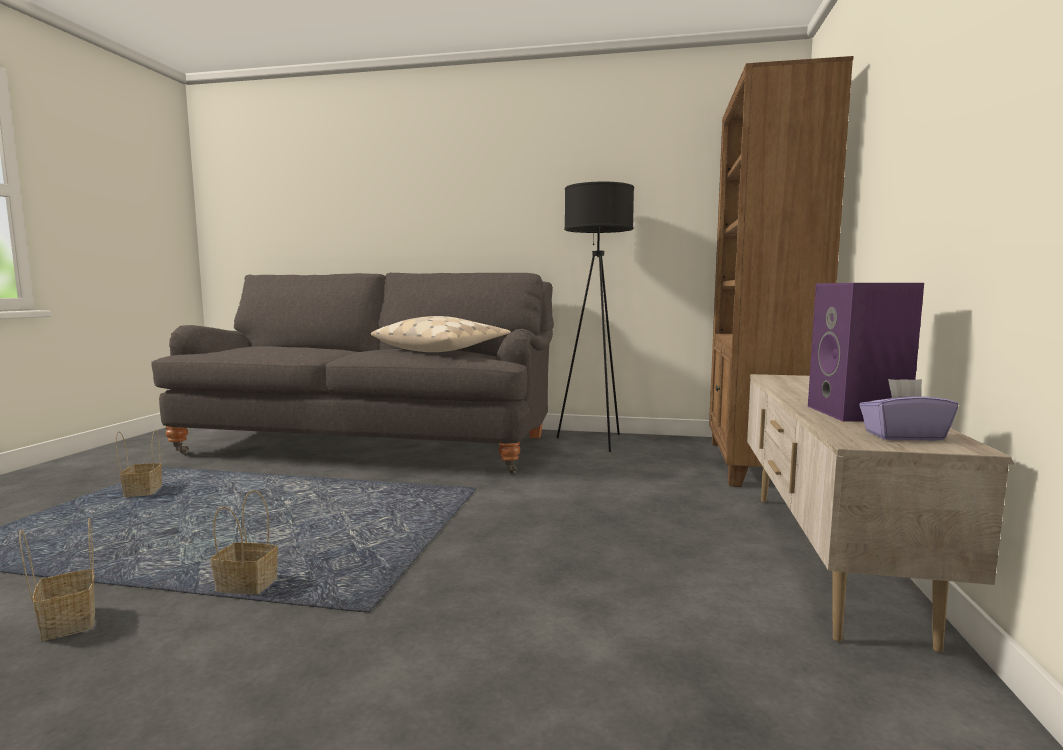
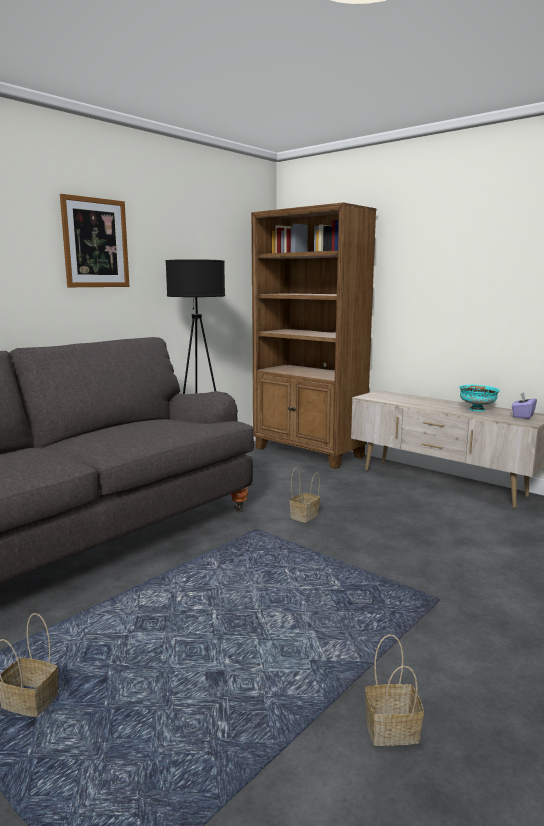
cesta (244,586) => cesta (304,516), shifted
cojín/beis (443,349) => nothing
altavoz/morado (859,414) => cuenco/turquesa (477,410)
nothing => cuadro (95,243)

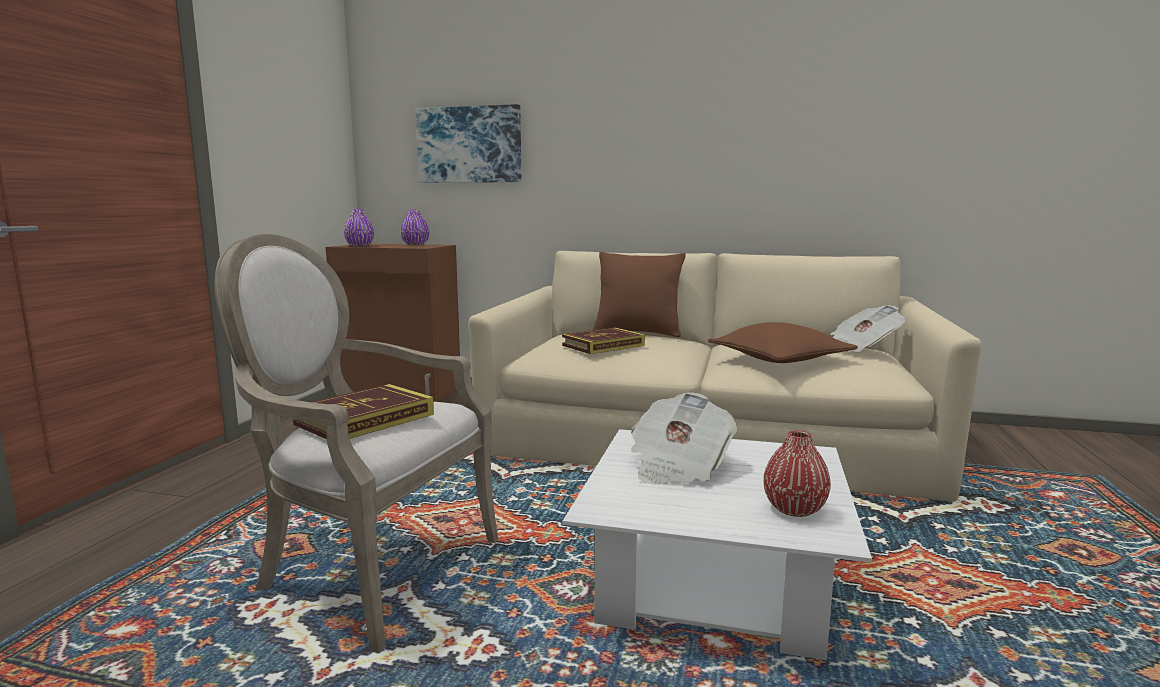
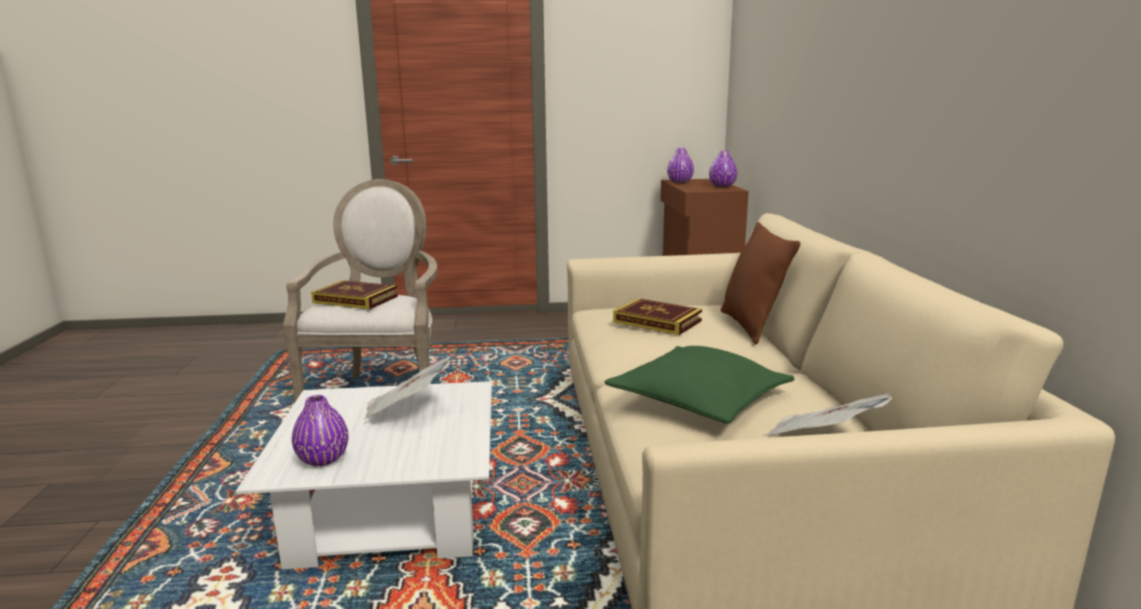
cuadro (470,145) => nothing
cojín/marrón (779,360) => cojín/verde (698,400)
florero/rojo (794,509) => florero/morado (323,459)

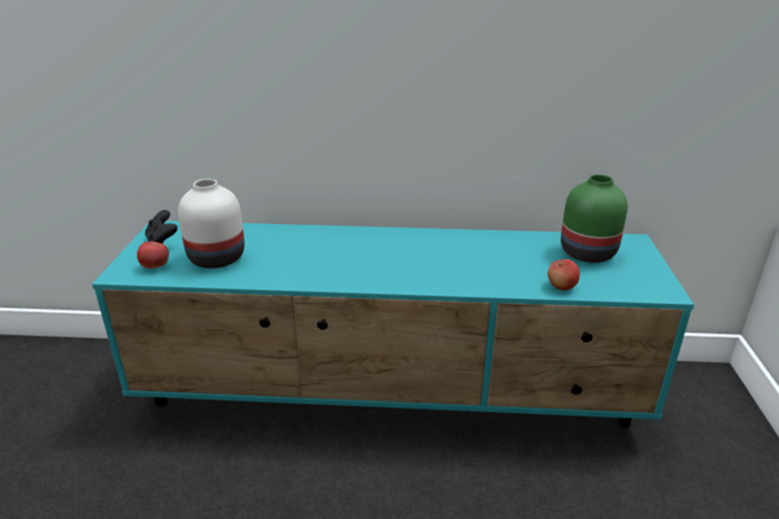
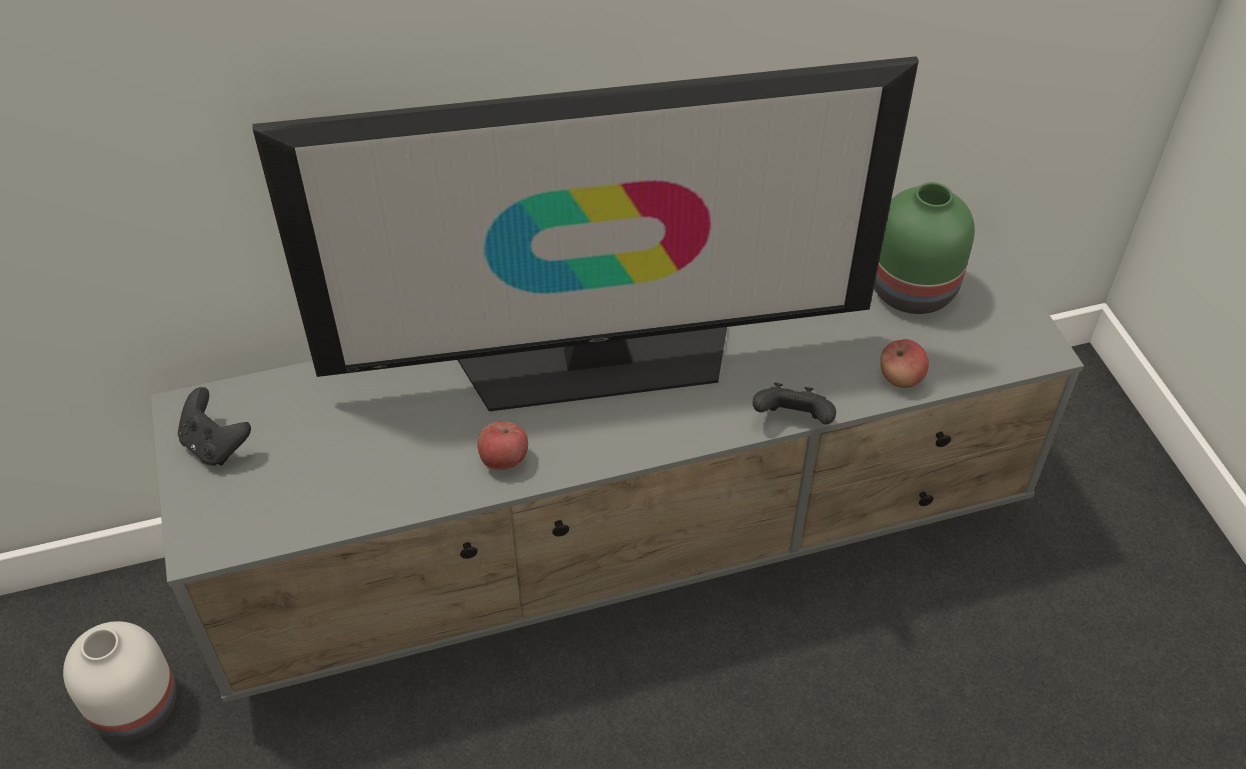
mueble de televisión/turquesa (392,394) => mueble de televisión/gris (627,547)
manzana (155,267) => manzana (504,460), shifted
florero/blanco (218,258) => florero/blanco (138,706), shifted
nothing => televisor (597,360)
nothing => mando de consola/negro (792,420)

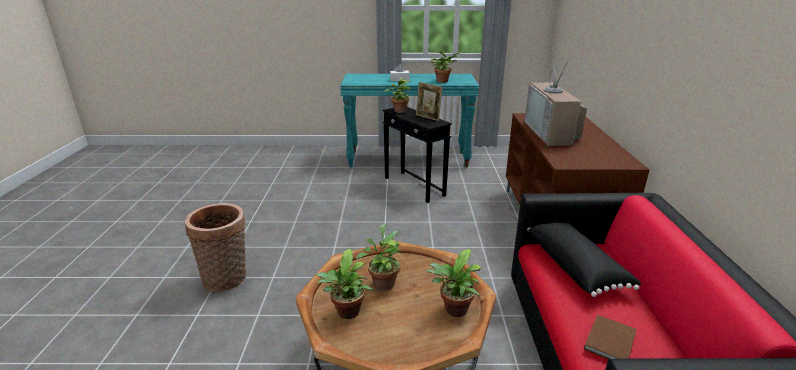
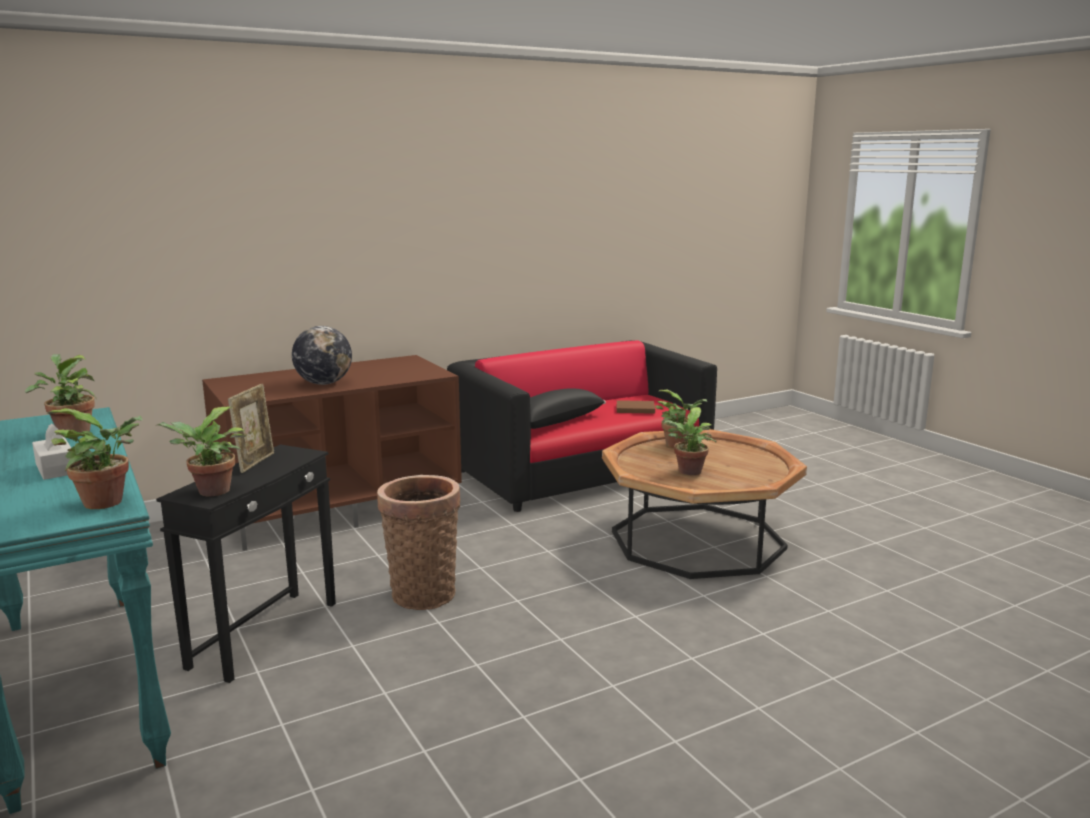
cesta (227,279) => cesta (423,592), shifted
planta en maceta (347,314) => planta en maceta (109,502), shifted
televisor (552,133) => globo terráqueo (323,383)

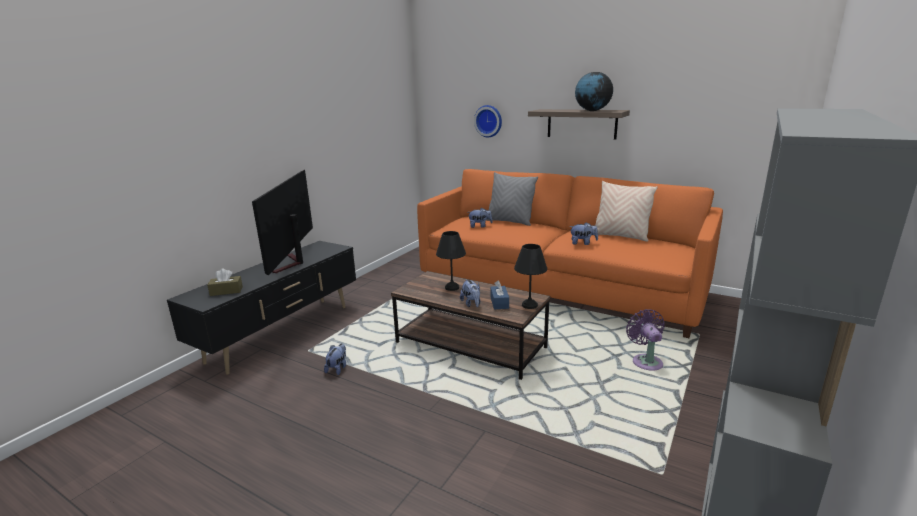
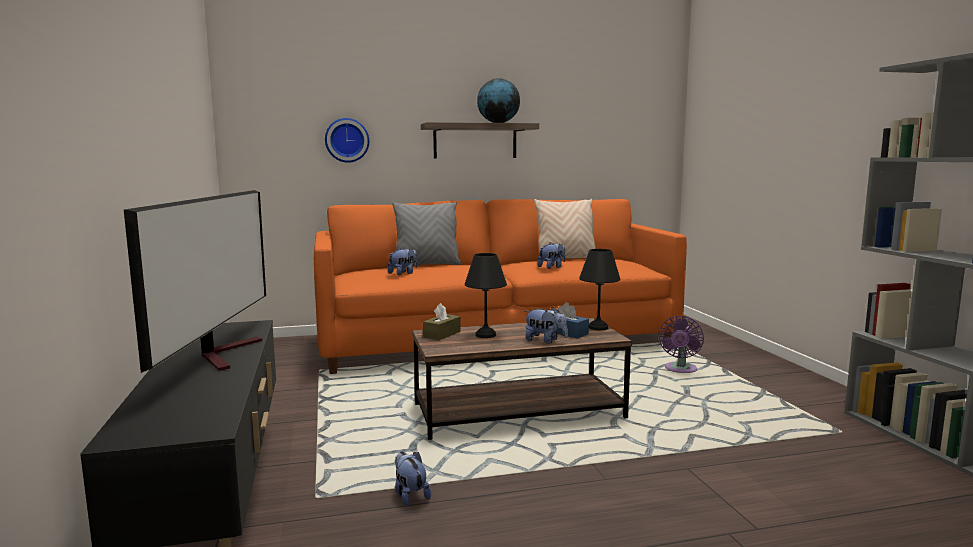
caja de pañuelos/marrón (226,291) => caja de pañuelos/marrón (442,334), shifted
televisor (292,264) => televisor (224,353), 135 degrees counterclockwise
ventilador/morado (646,361) => ventilador/morado (680,370), 105 degrees counterclockwise

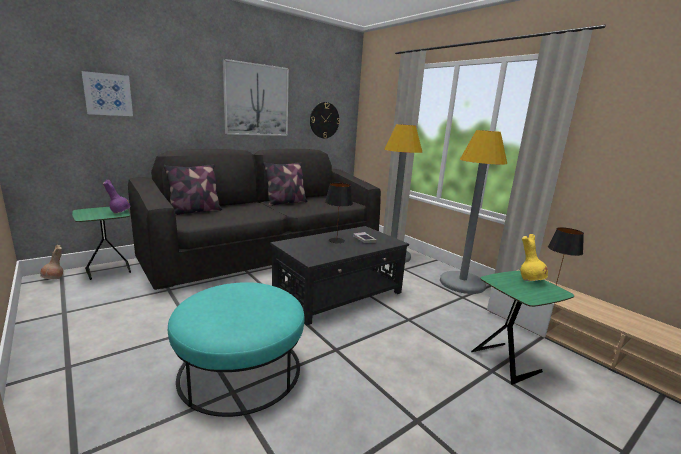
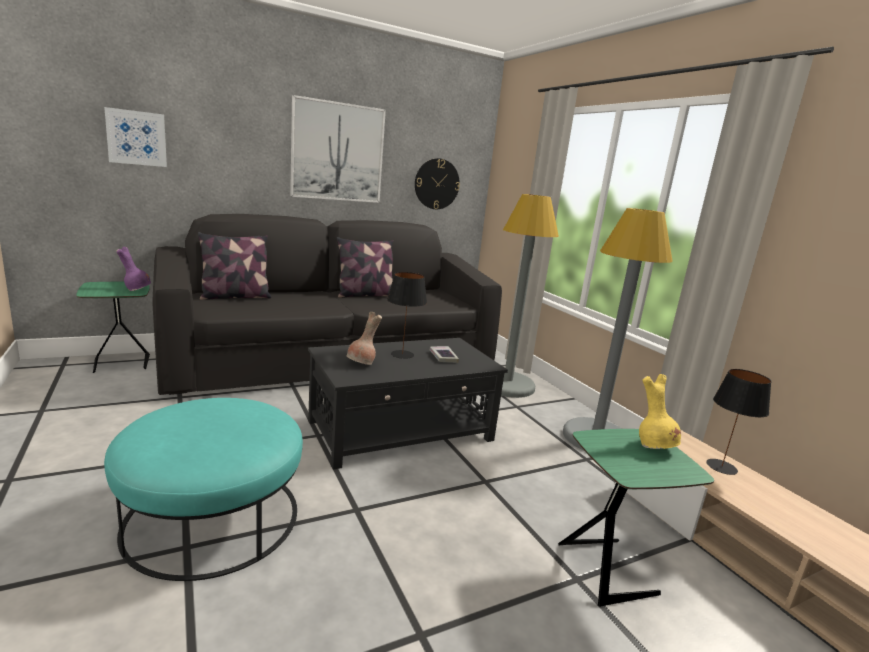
florero/marrón (54,279) => florero/marrón (362,364), shifted

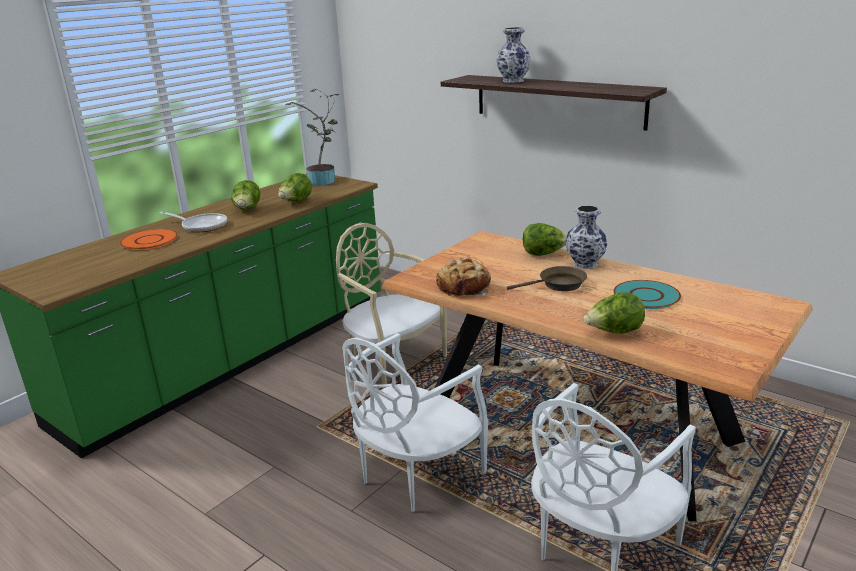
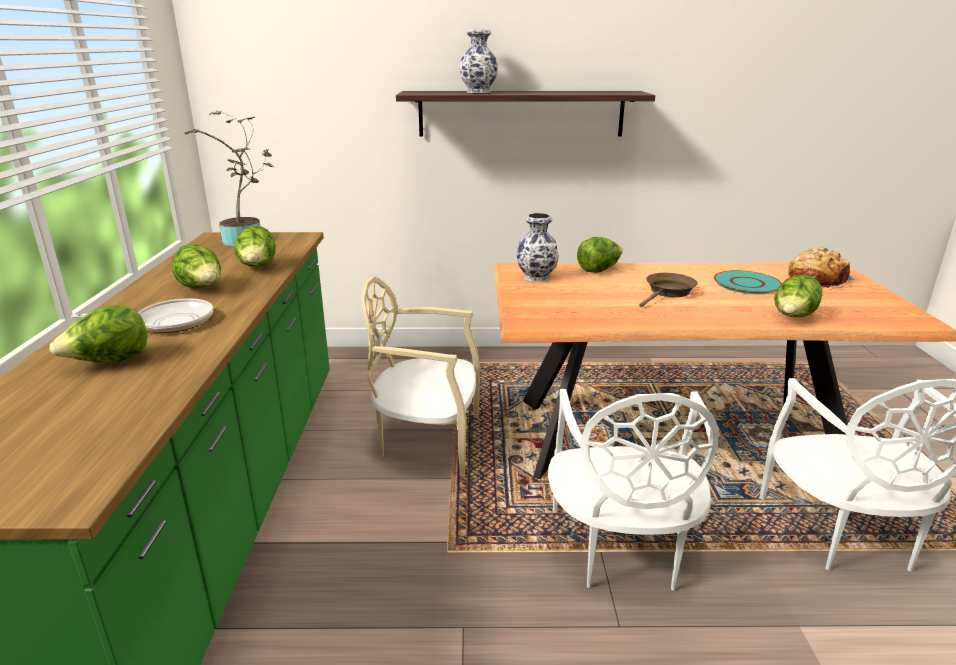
plato/naranja (149,241) => lechuga (110,362)
pan (464,287) => pan (816,279), shifted
florero (584,263) => florero (535,277), shifted

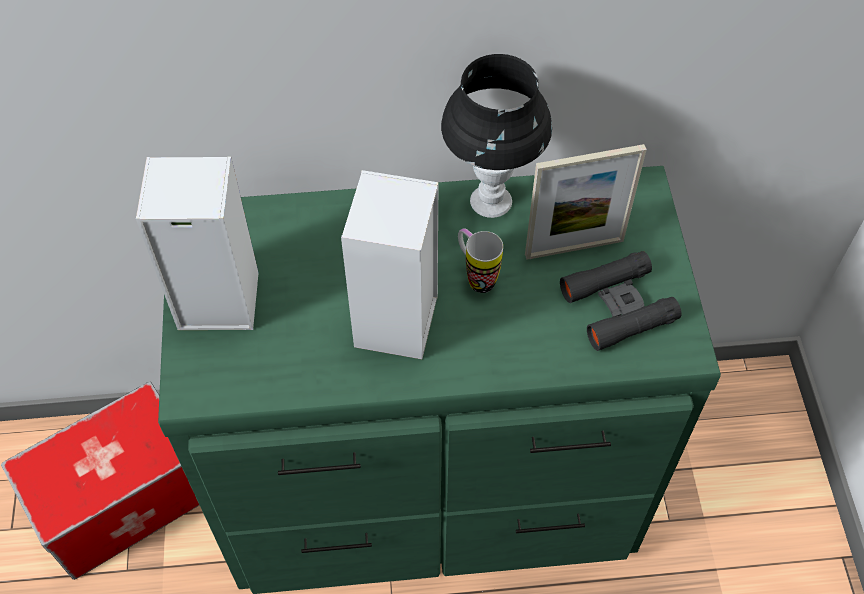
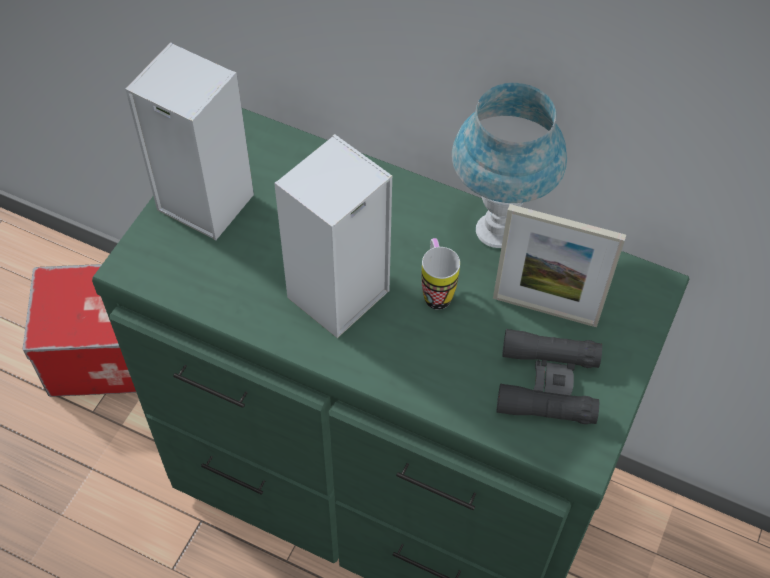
lámpara de mesa/negro (491,202) => lámpara de mesa/azul (497,231)

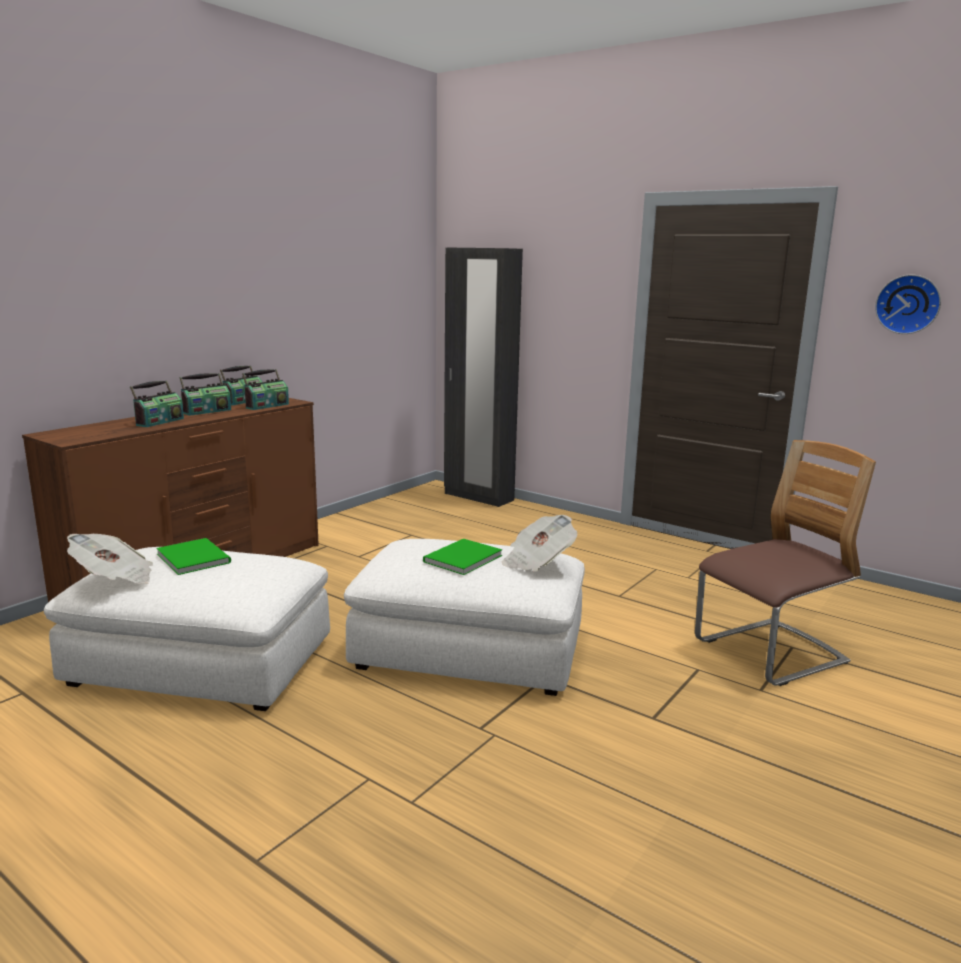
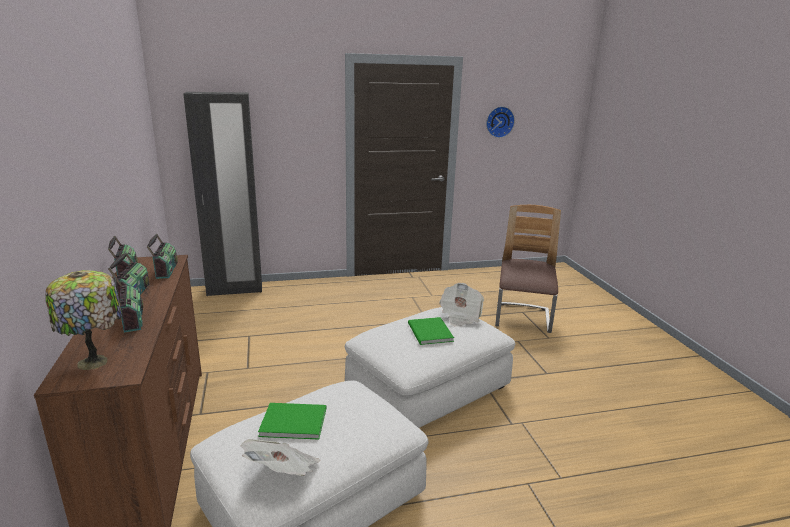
nothing => lámpara de mesa (95,362)

